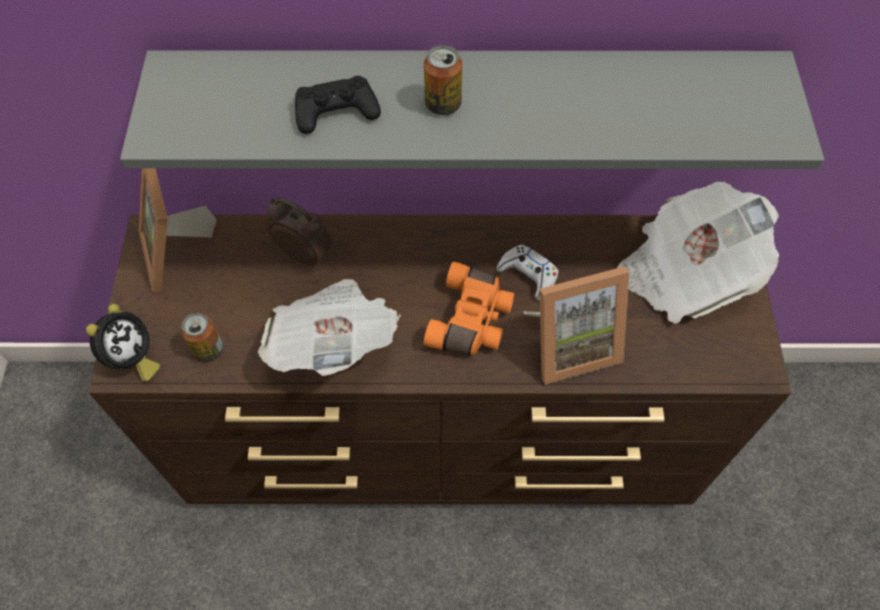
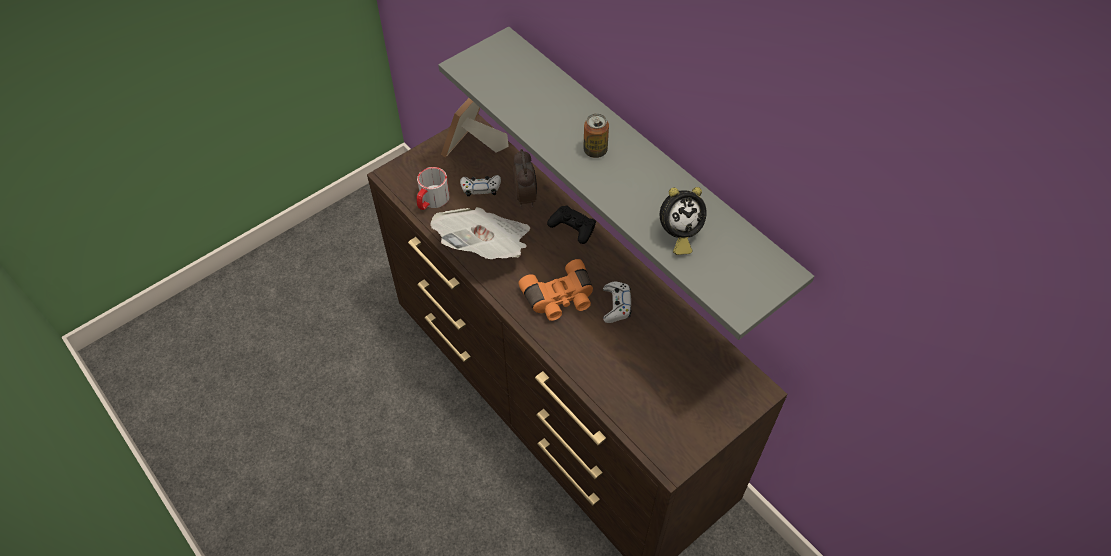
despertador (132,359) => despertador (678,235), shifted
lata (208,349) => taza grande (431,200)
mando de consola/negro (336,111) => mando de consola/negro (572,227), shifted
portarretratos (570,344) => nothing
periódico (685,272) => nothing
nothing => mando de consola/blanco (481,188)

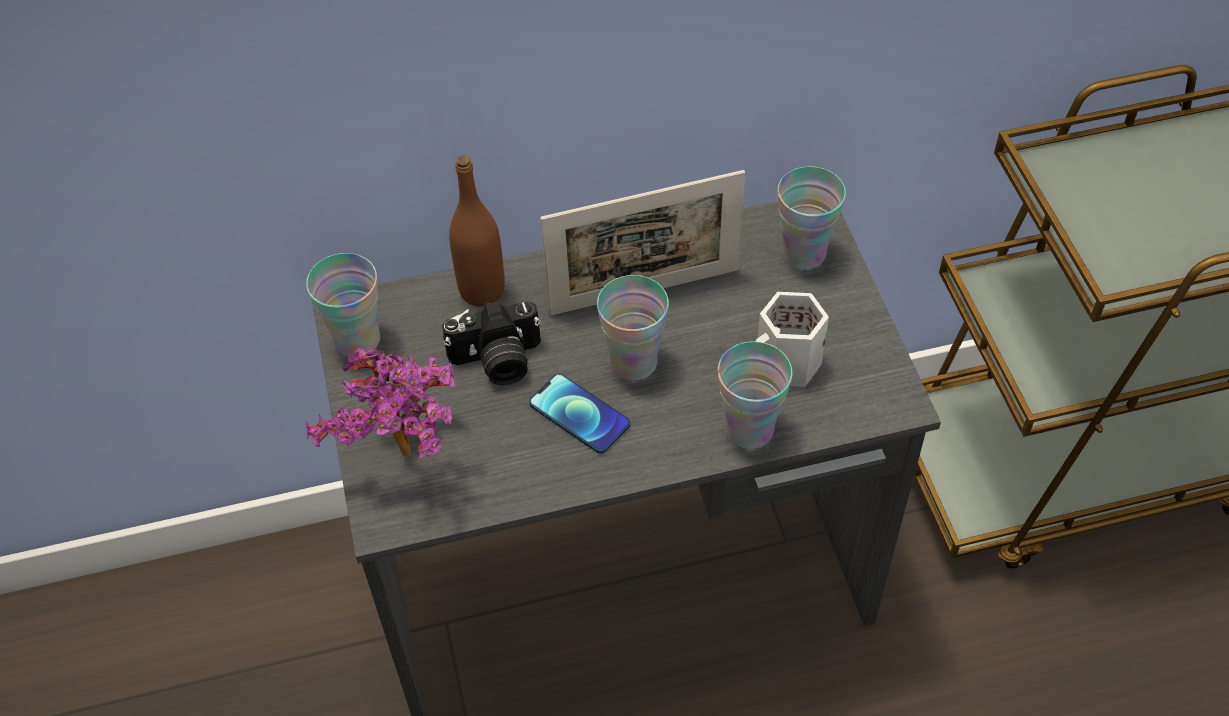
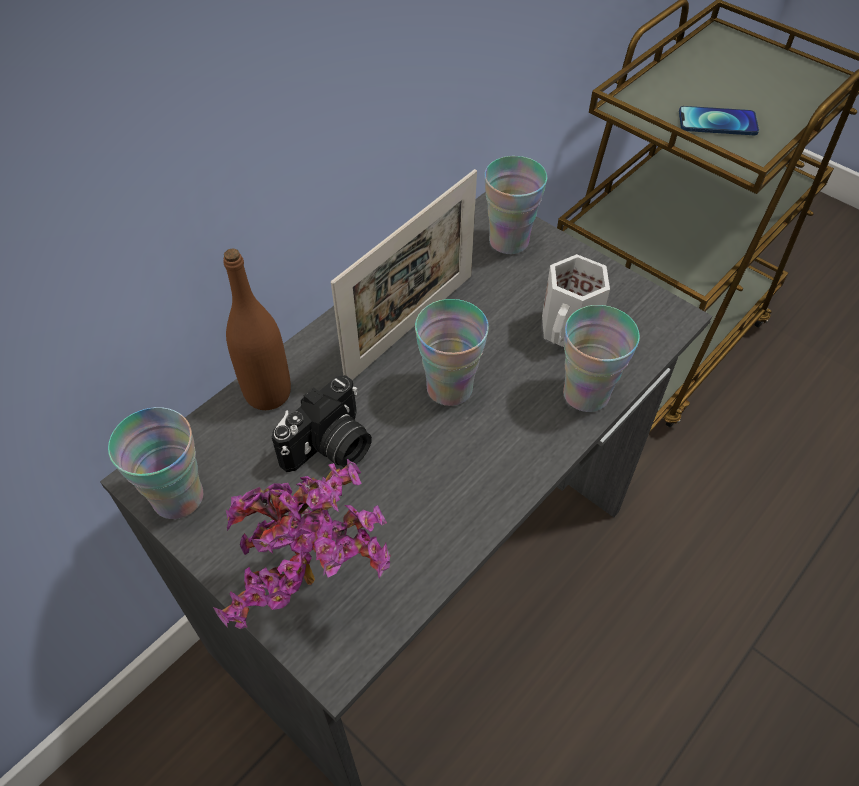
móvil (579,414) => móvil (717,122), shifted

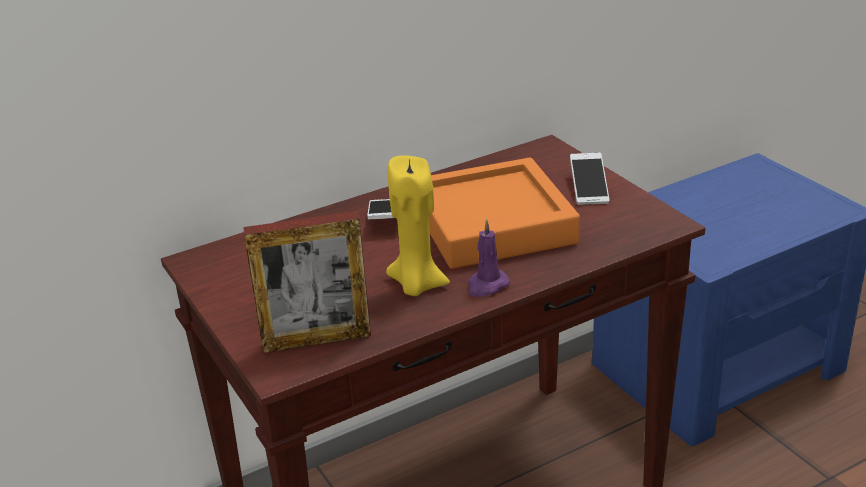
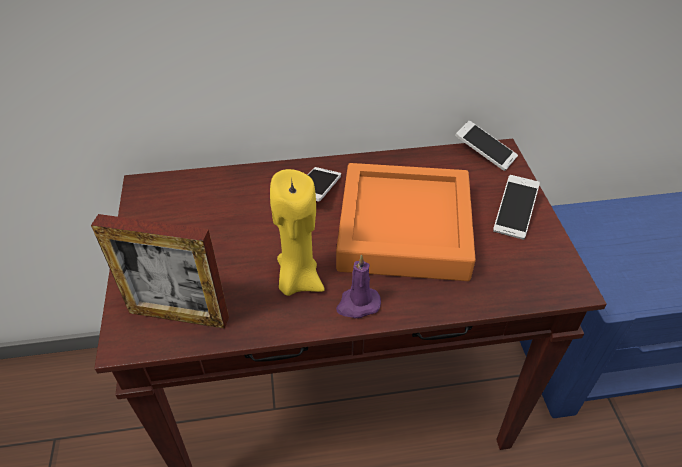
nothing => móvil (484,153)

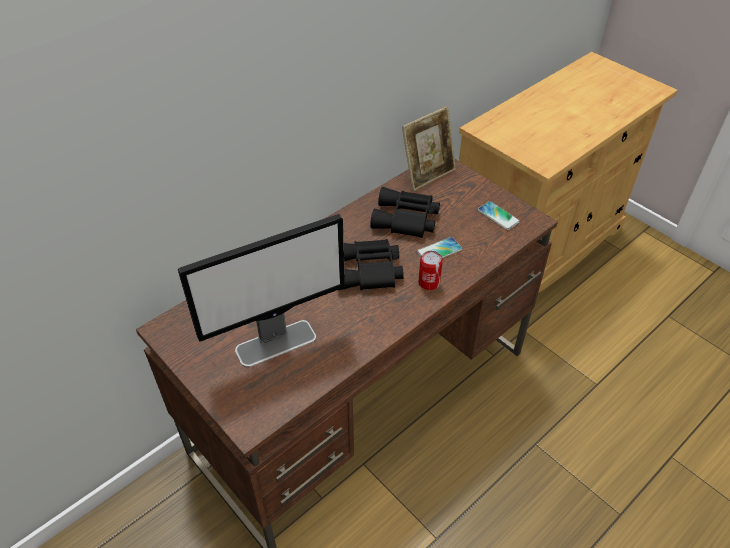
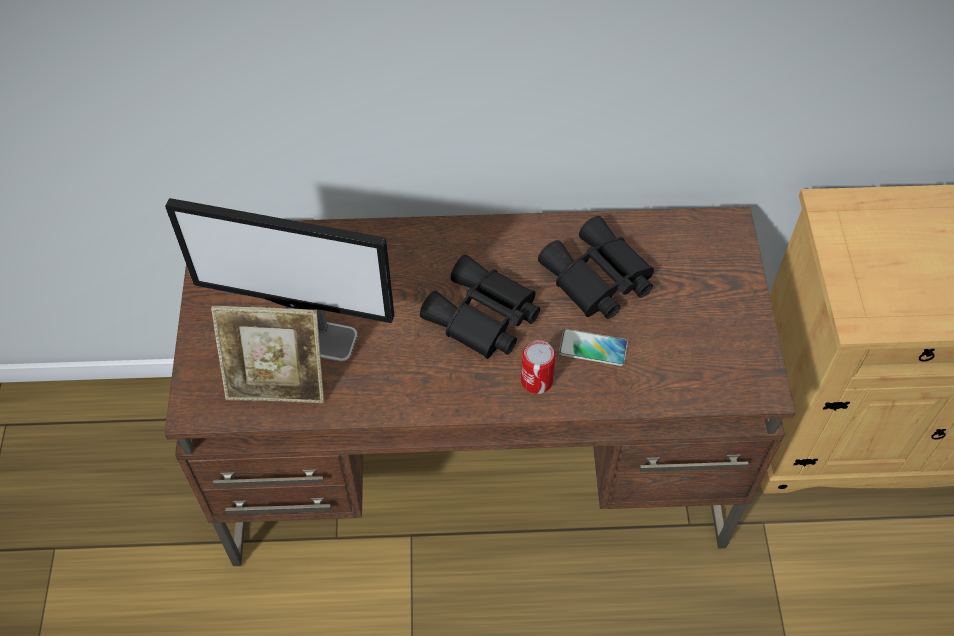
portarretratos (427,175) => portarretratos (278,385), shifted
móvil (498,216) => nothing

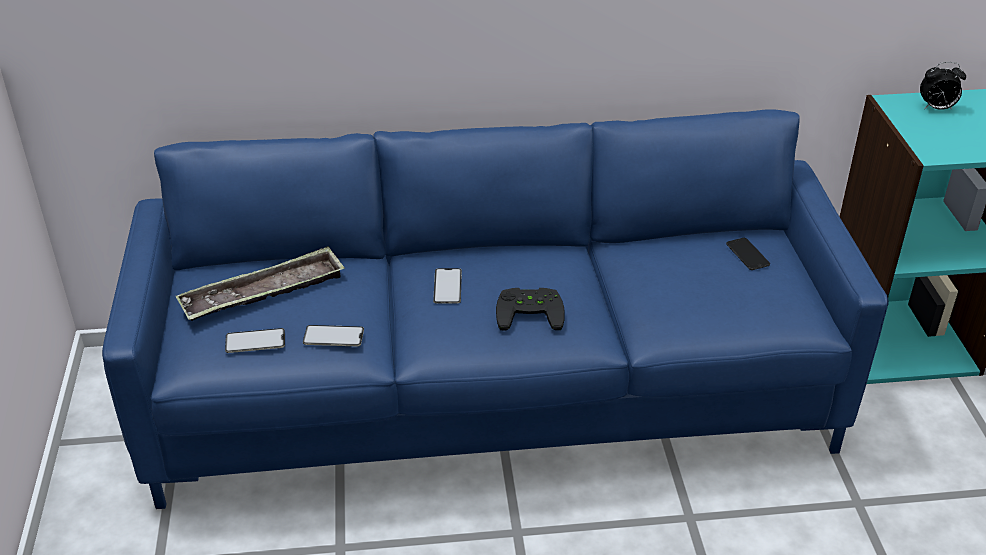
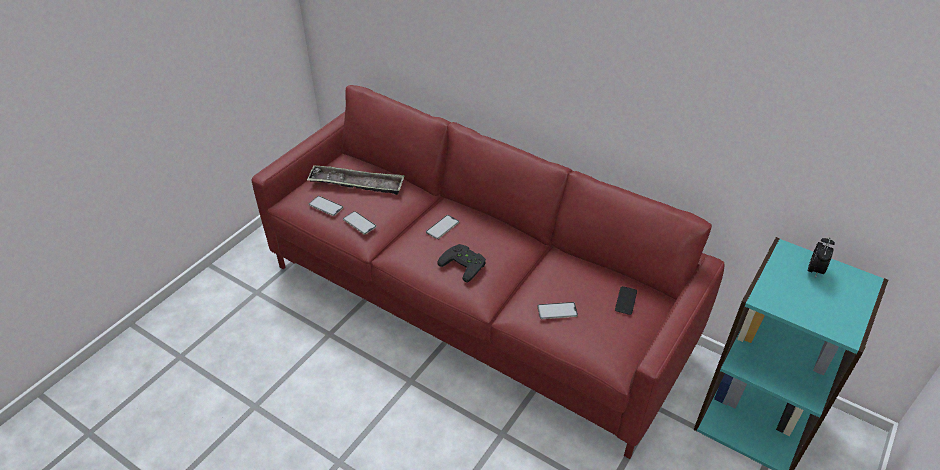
sofá/azul (494,404) => sofá/rojo (471,309)
despertador (936,108) => despertador (815,271), 105 degrees counterclockwise
nothing => móvil (557,311)

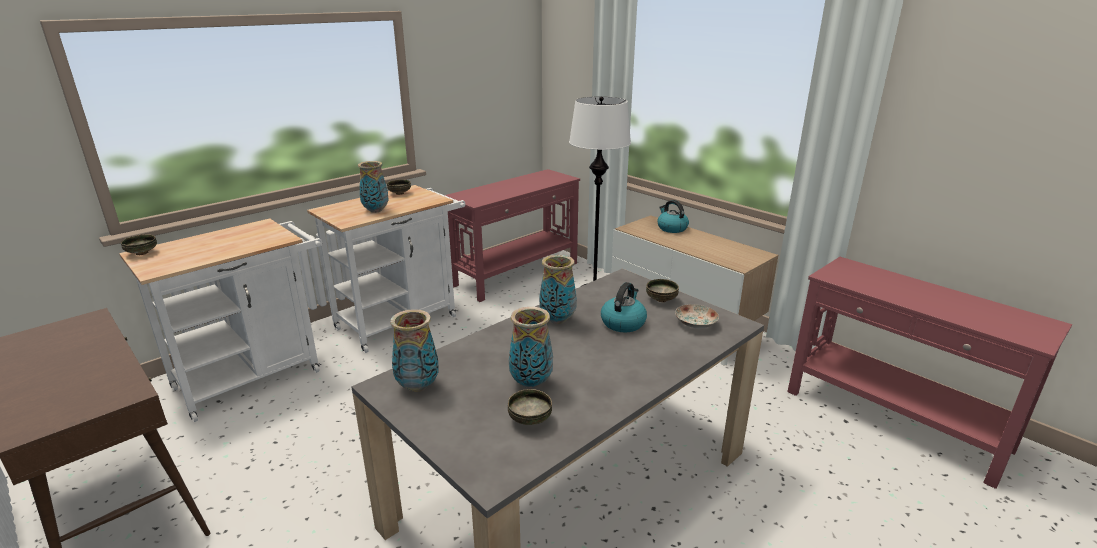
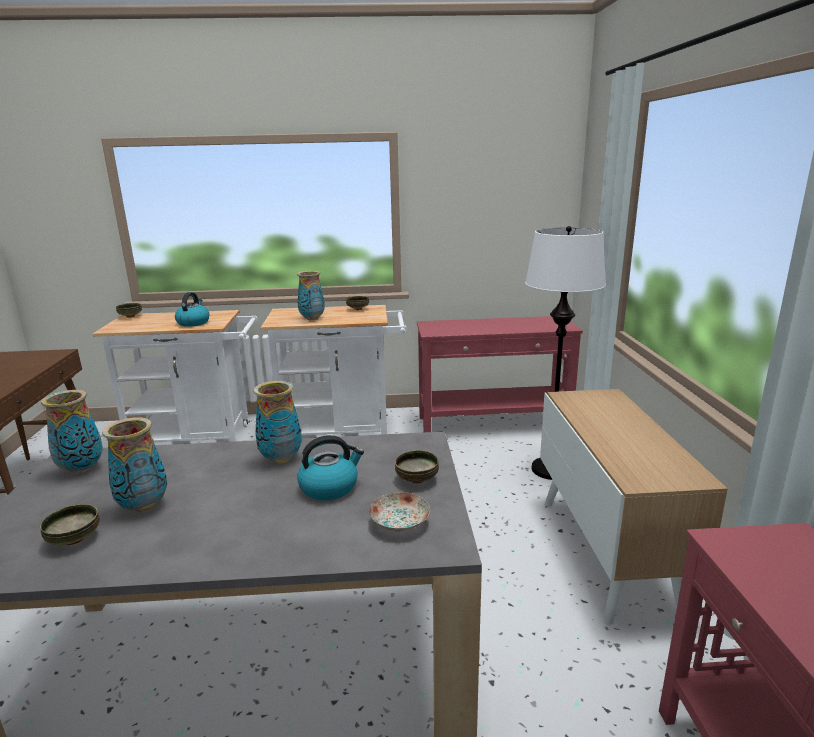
hervidor (671,228) => hervidor (193,322), shifted

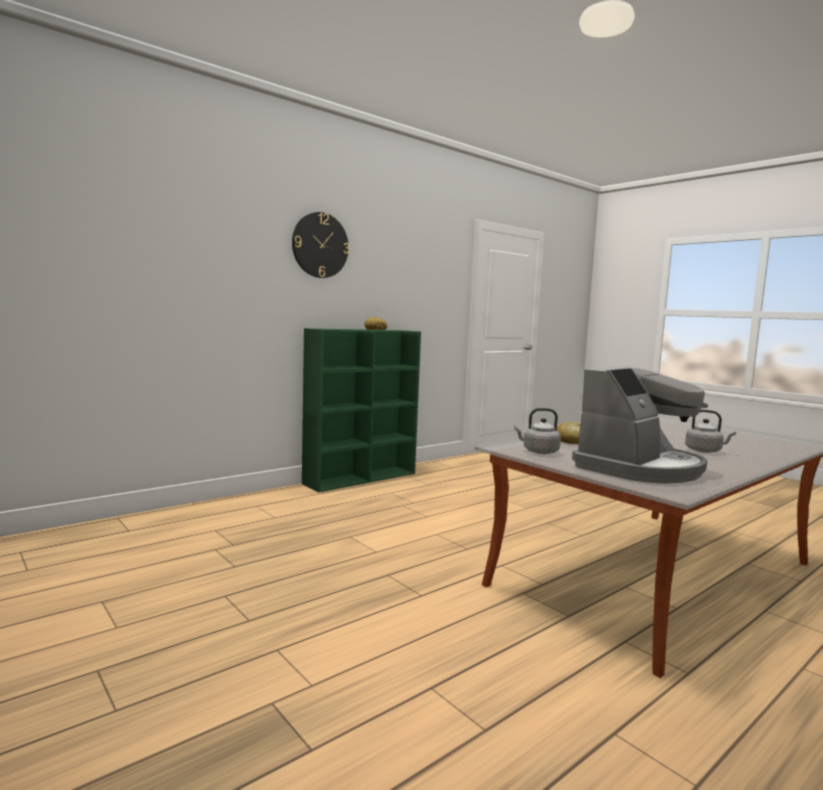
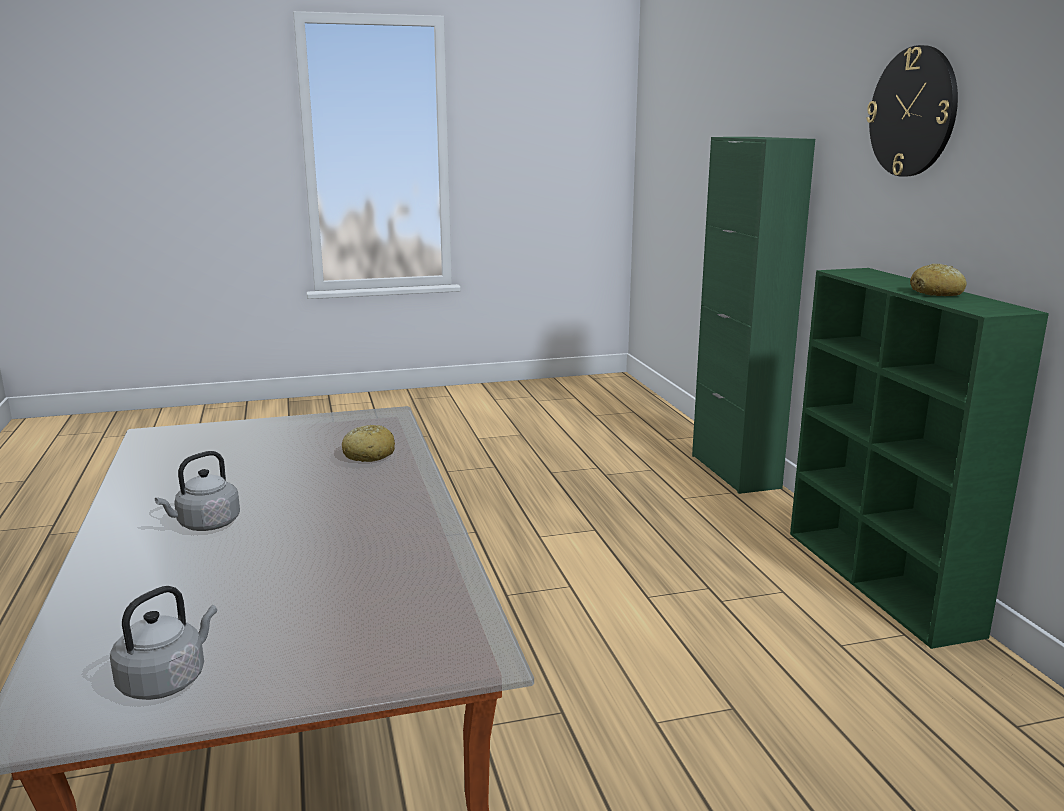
hervidor/gris (538,452) => hervidor/gris (166,680), shifted
cafetera (639,468) => nothing
nothing => armario/verde (735,471)

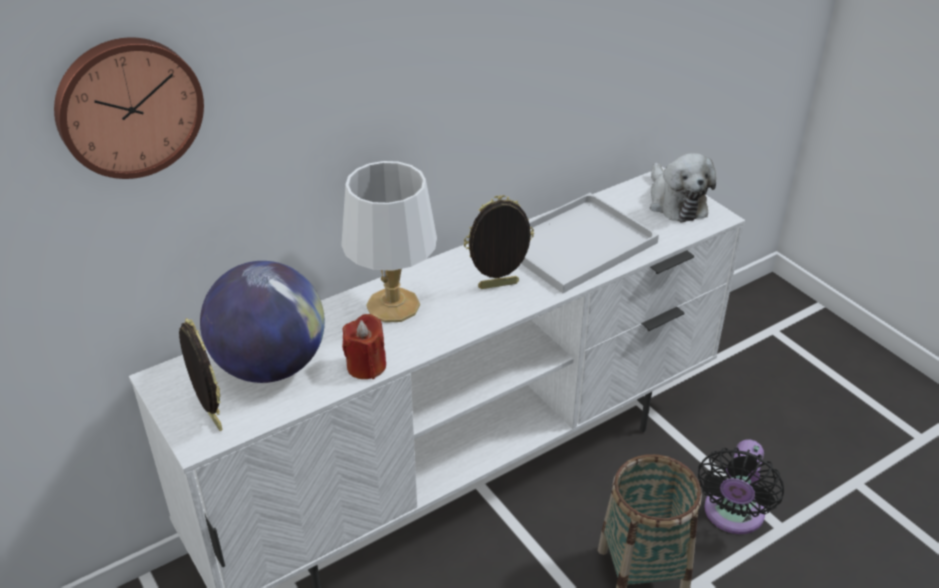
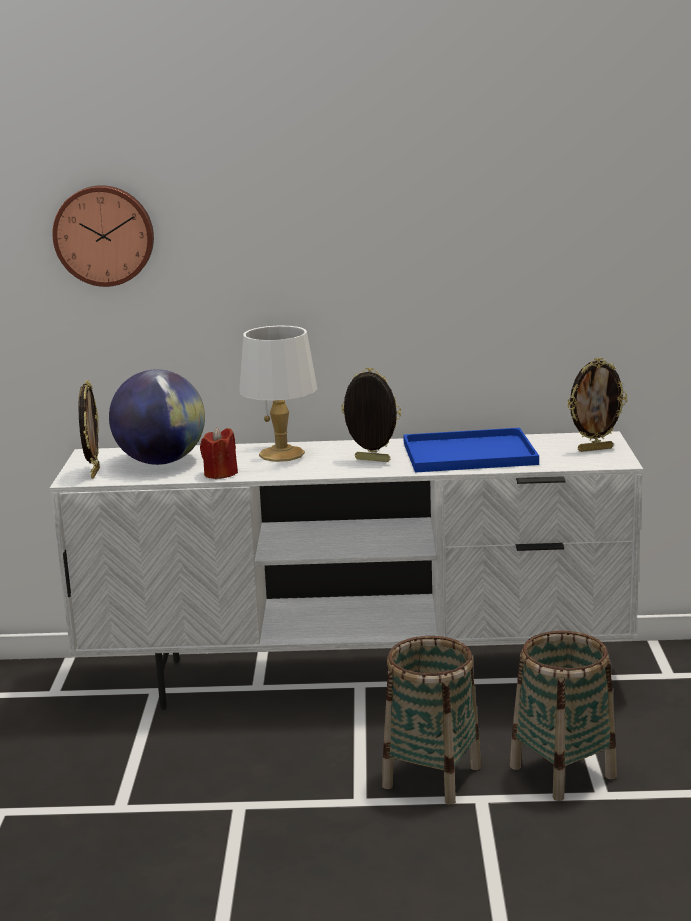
bandeja/blanco (575,246) => bandeja/azul (466,454)
peluche (675,202) => portarretratos (595,449)
ventilador/negro (732,515) => cesta (563,772)

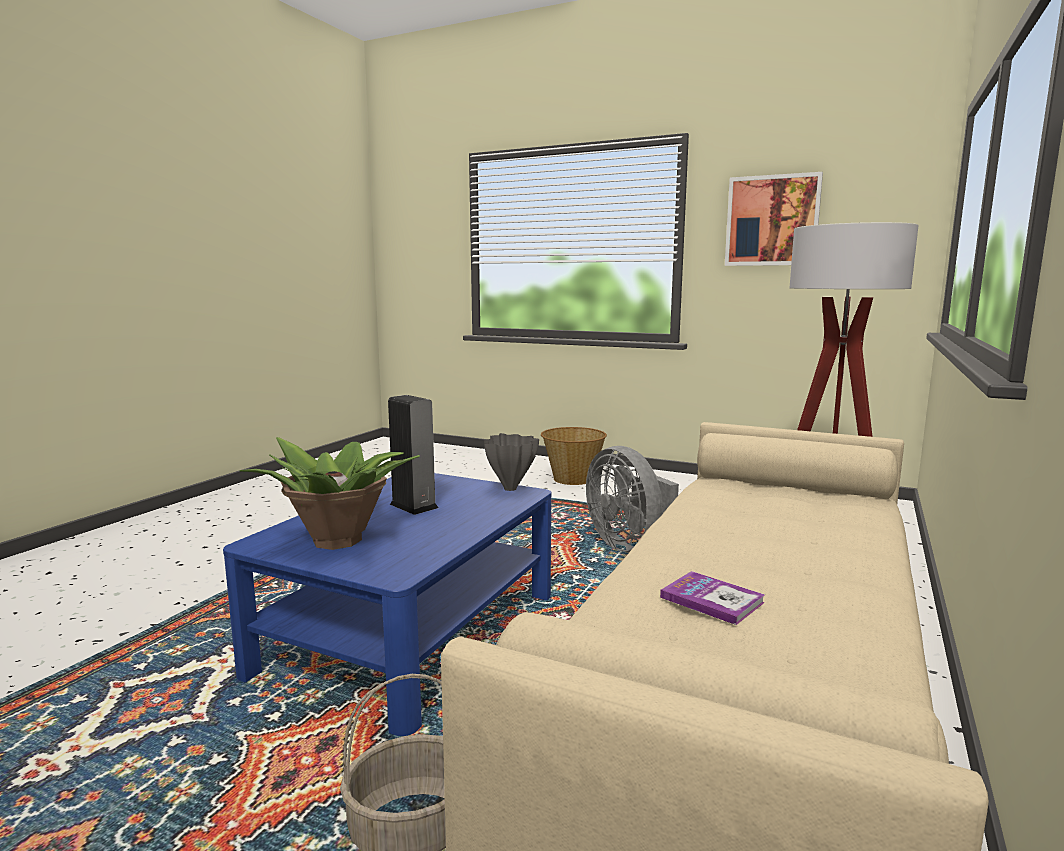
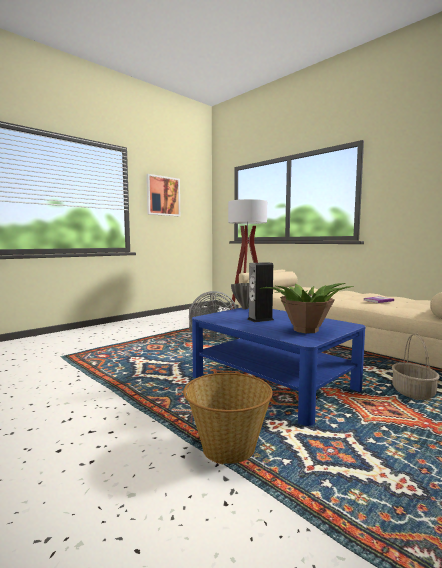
cesta (573,479) => cesta (227,448), shifted

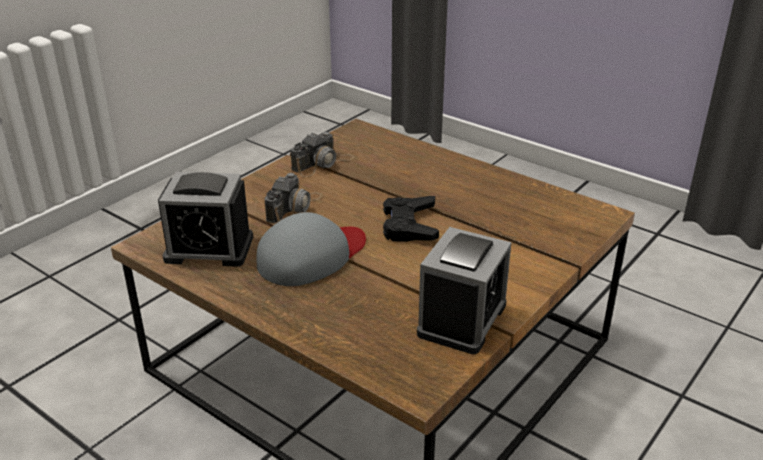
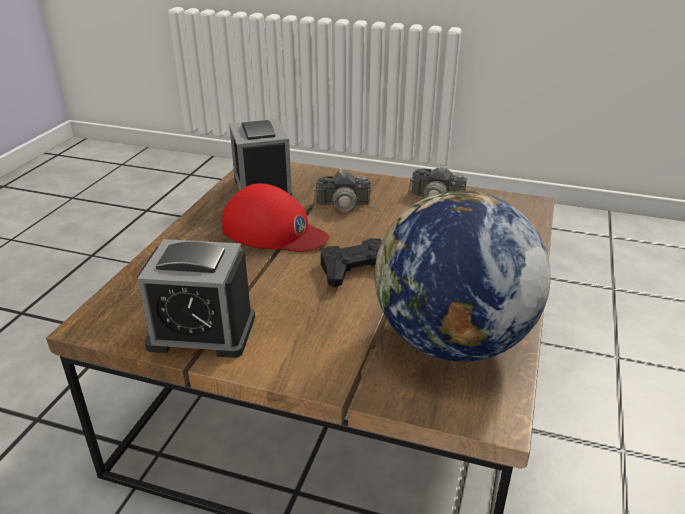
gorra/gris (312,256) => gorra/rojo (274,231)
nothing => globo terráqueo (451,341)

